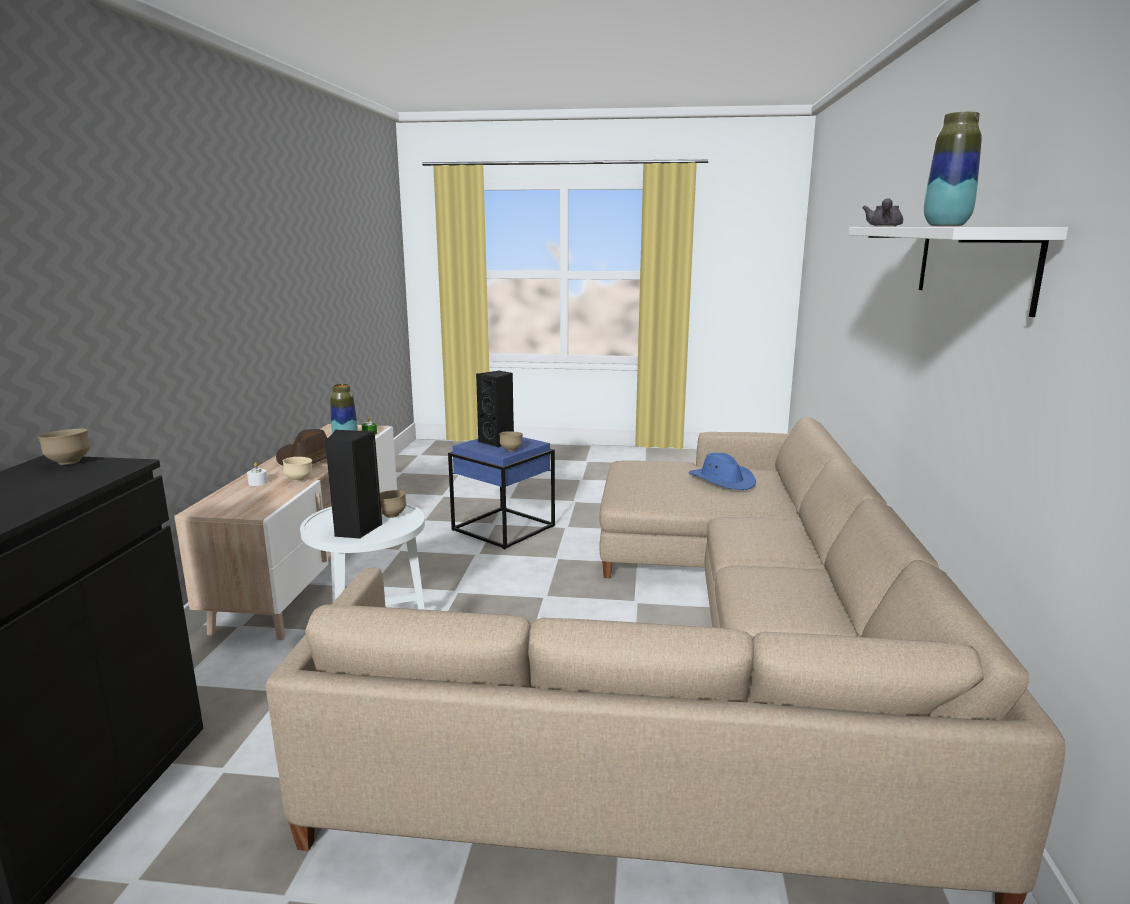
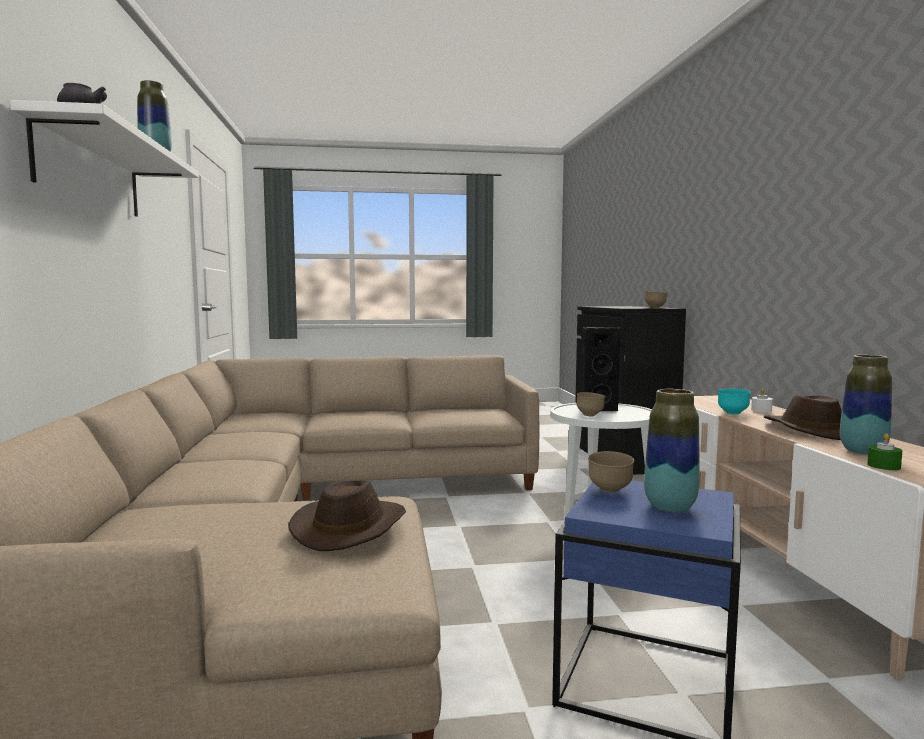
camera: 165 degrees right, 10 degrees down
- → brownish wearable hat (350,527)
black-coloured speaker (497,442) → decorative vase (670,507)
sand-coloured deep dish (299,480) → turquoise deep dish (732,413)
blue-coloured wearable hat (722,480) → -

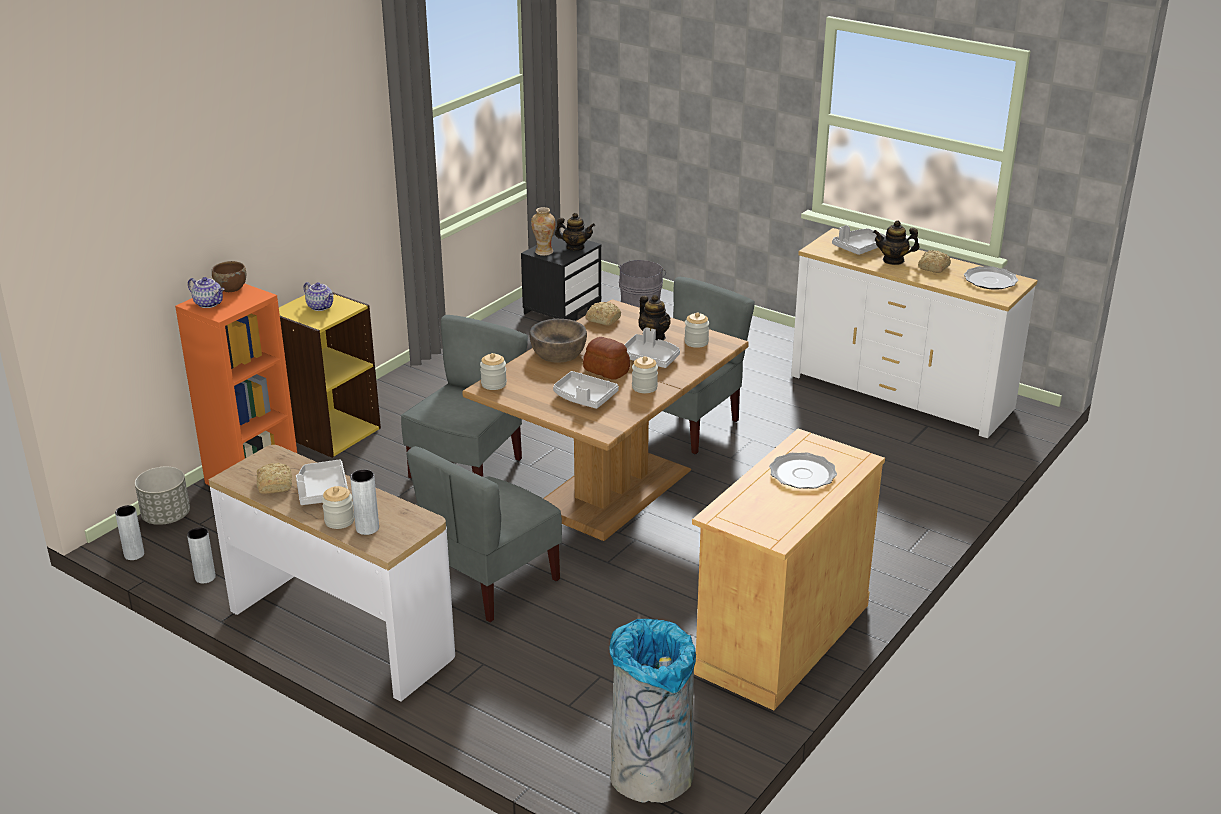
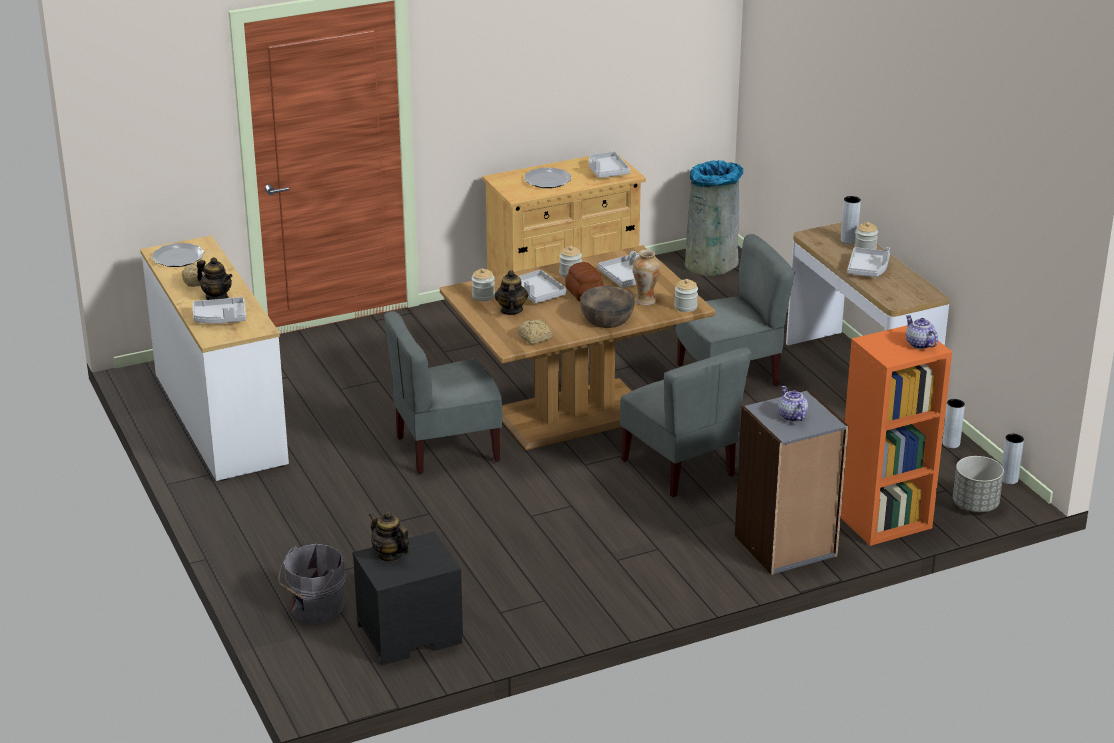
camera: 150 degrees left, 0 degrees up
- → grey serving tray (606,171)
grey chair (468,469) → grey chair (680,468), 90 degrees counterclockwise
decorative vase (544,252) → decorative vase (645,300), shifted
yellow shelving unit (332,432) → grey shelving unit (786,546)
brownish deep dish (231,288) → -
baked bread (275,484) → -

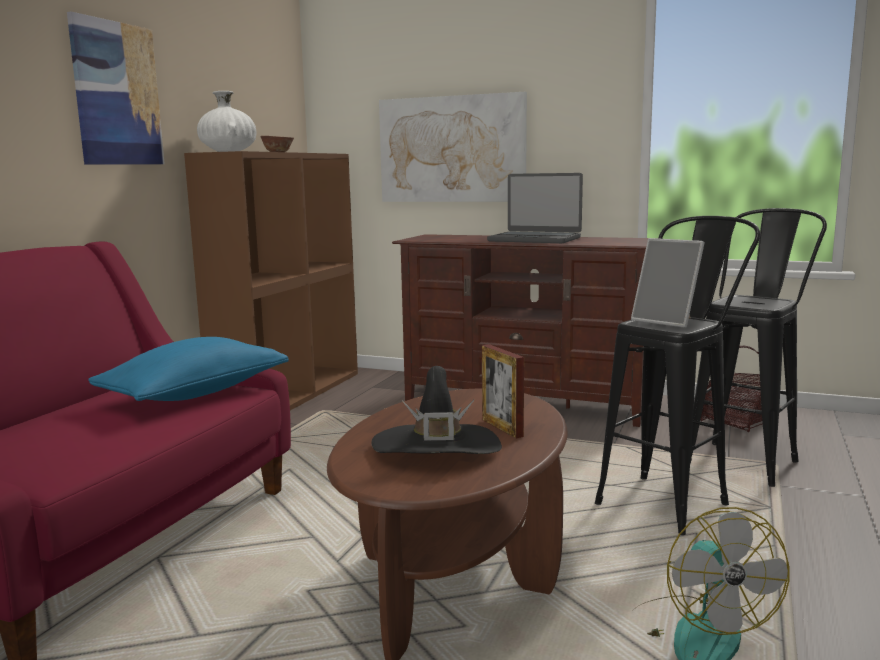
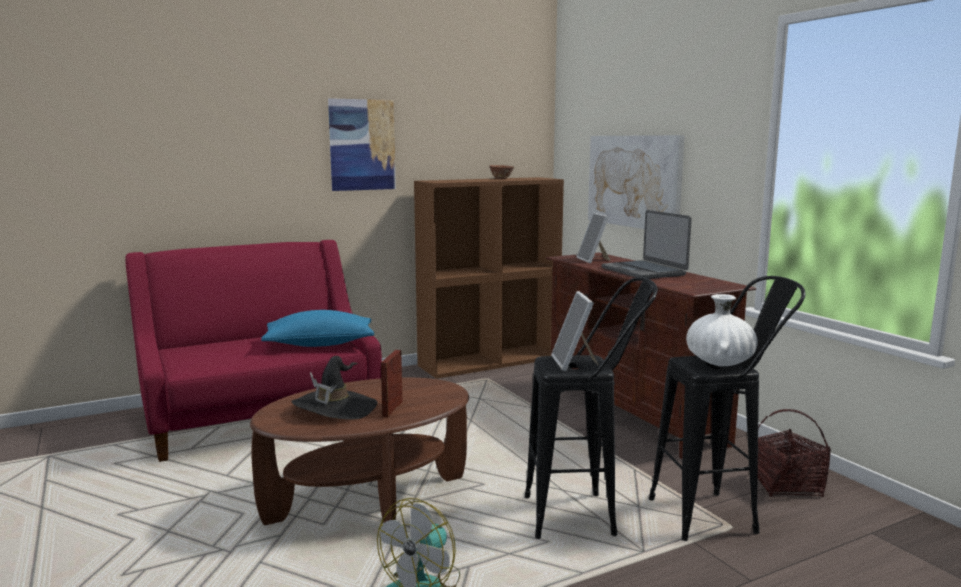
camera: 40 degrees right, 0 degrees up
- → standing frame (593,260)
whitish decorative vase (228,152) → whitish decorative vase (719,363), shifted

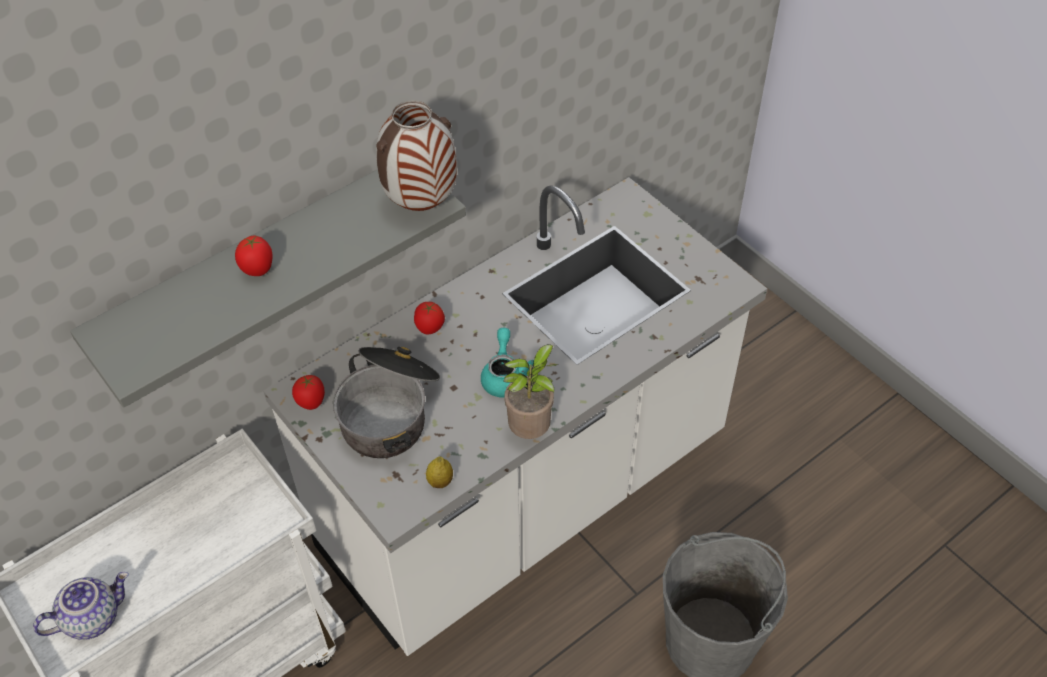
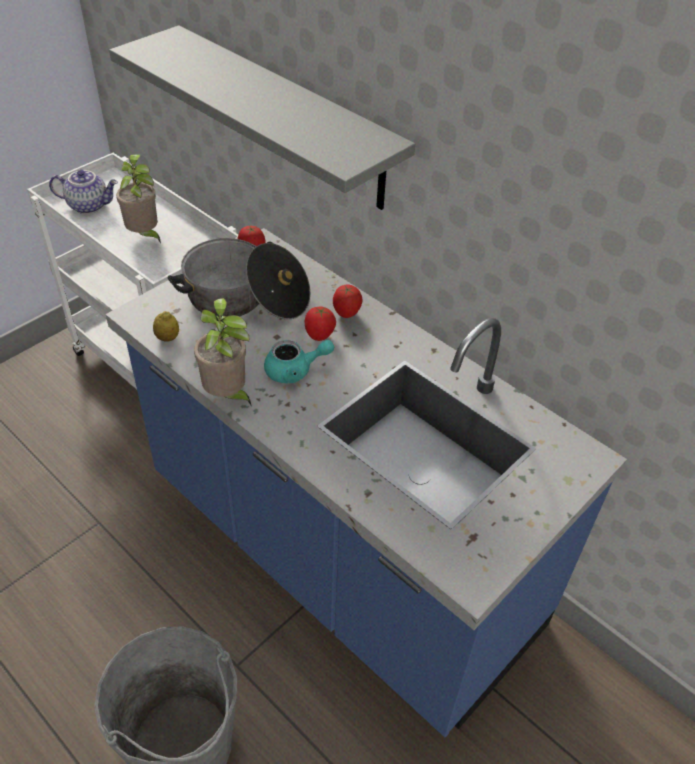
camera: 80 degrees right, 5 degrees down
tea pot (92,617) → tea pot (89,205), 45 degrees counterclockwise
whitish kitchen counter (525,496) → blue-coloured kitchen counter (339,554)
- → houseplant (144,236)
tomato (258,270) → tomato (319,336), shifted
decorative vase (421,204) → -

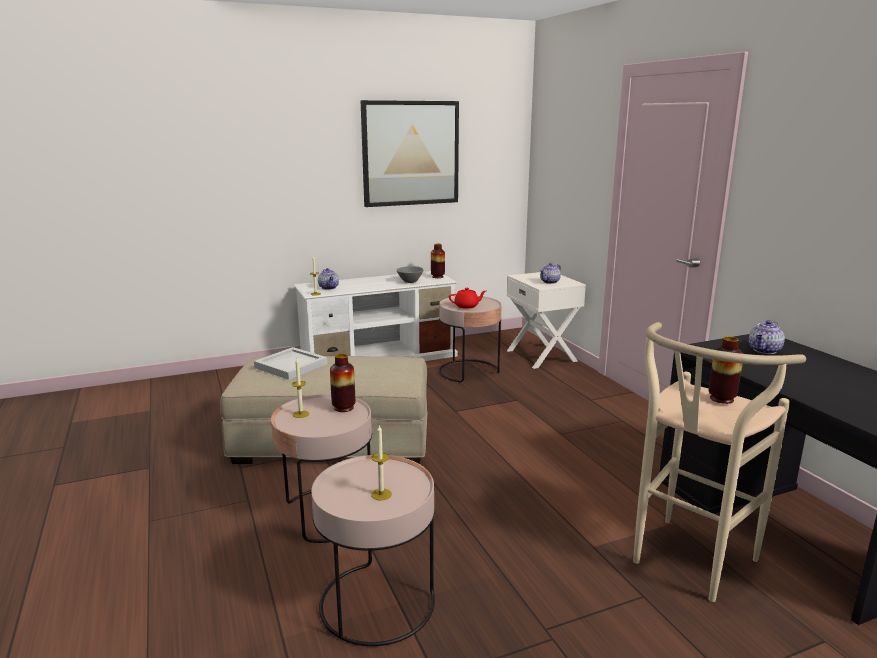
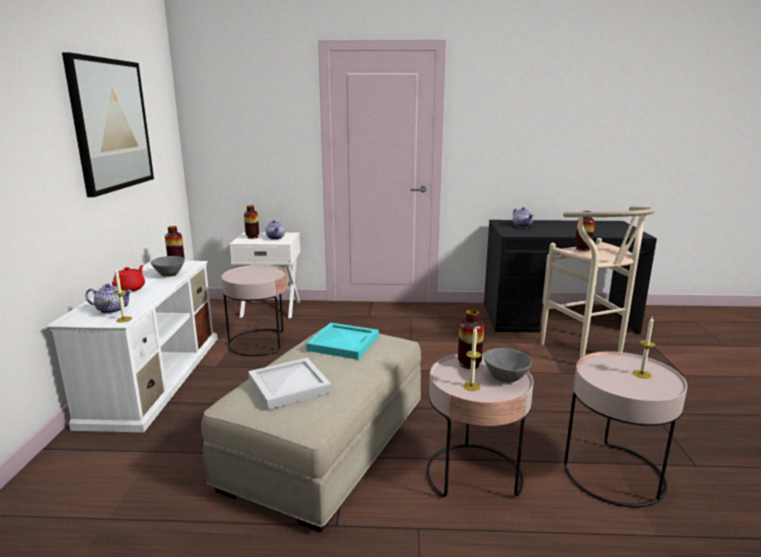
camera: 65 degrees left, 0 degrees up
red-coloured tea pot (467,306) → red-coloured tea pot (130,289), shifted
- → decorative vase (252,237)
- → turquoise serving tray (342,343)
- → grey deep dish (505,378)

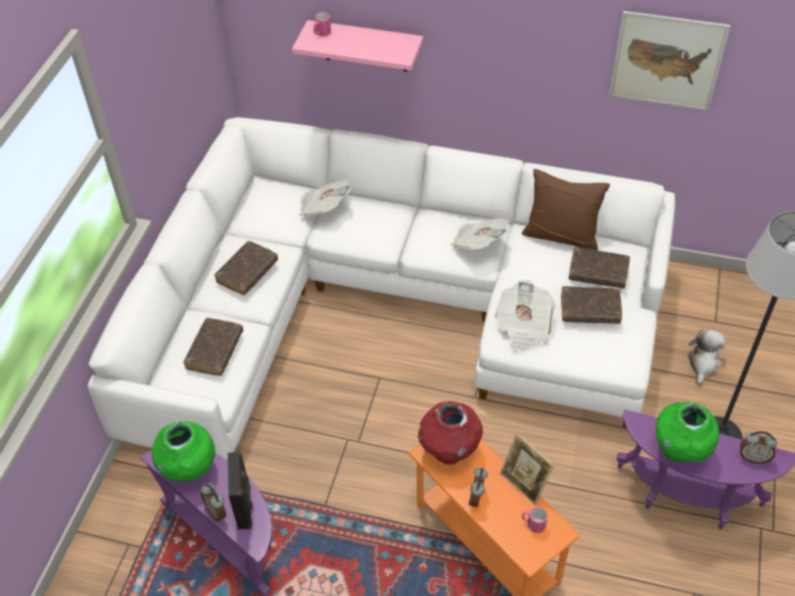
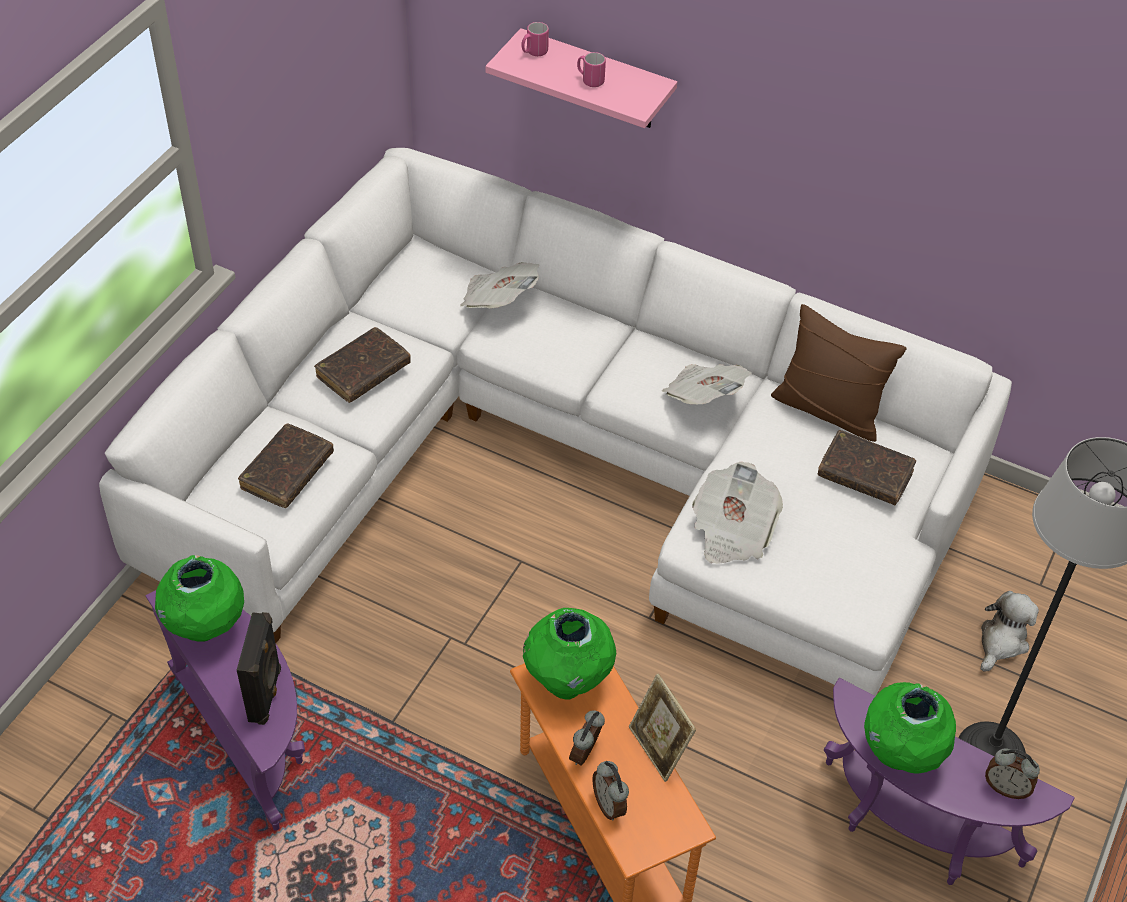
camera: 10 degrees right, 0 degrees up
red-coloured decorative vase (449,451) → green-coloured decorative vase (567,680)
pink mug (533,524) → pink mug (590,80), shifted
bedside clock (217,512) → bedside clock (610,805), shifted
brownish book (590,310) → -
picture (667,61) → -

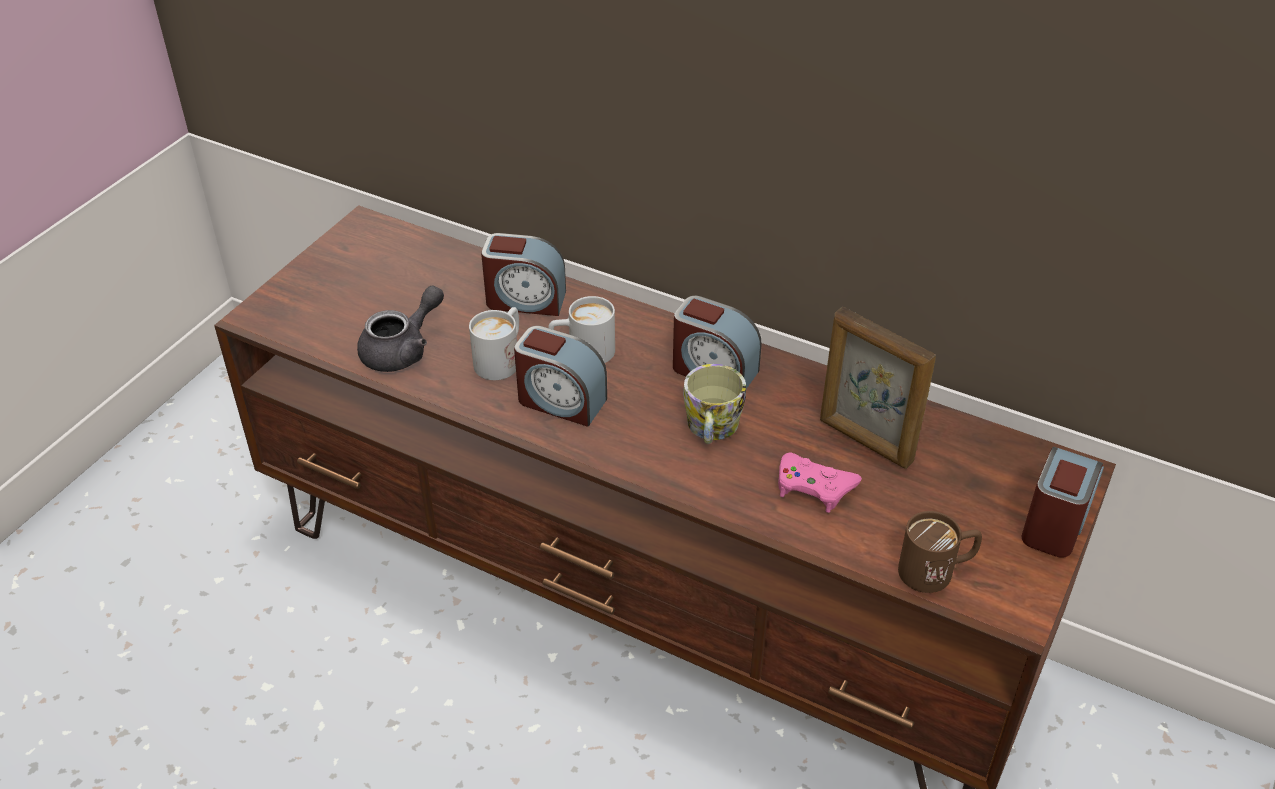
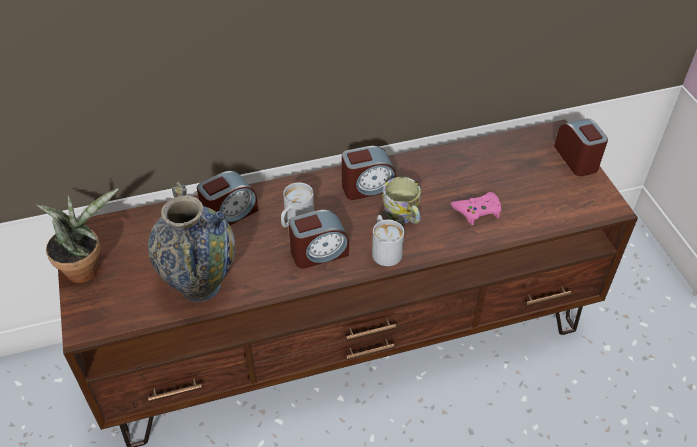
camera: 45 degrees left, 5 degrees up
- → houseplant (86,268)
grey tea pot (403,350) → decorative vase (200,285)
whitish mug (502,359) → whitish mug (384,249), shifted
standing frame (865,441) → -
brownish mug (936,570) → -

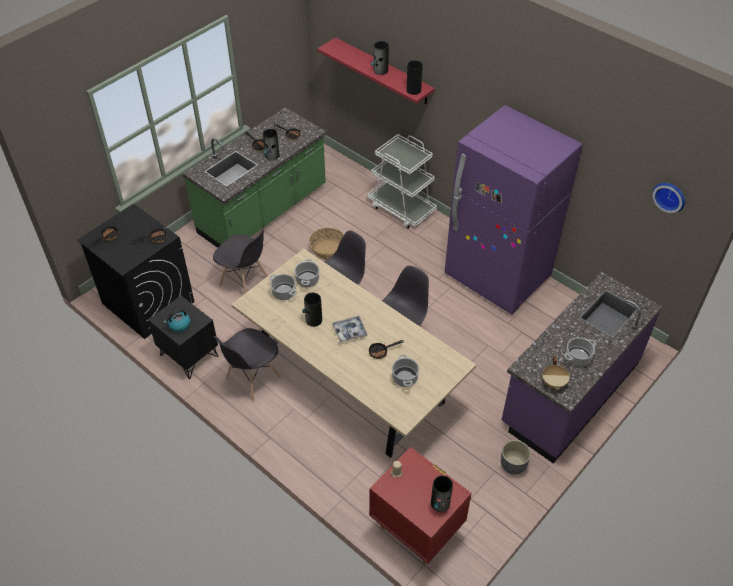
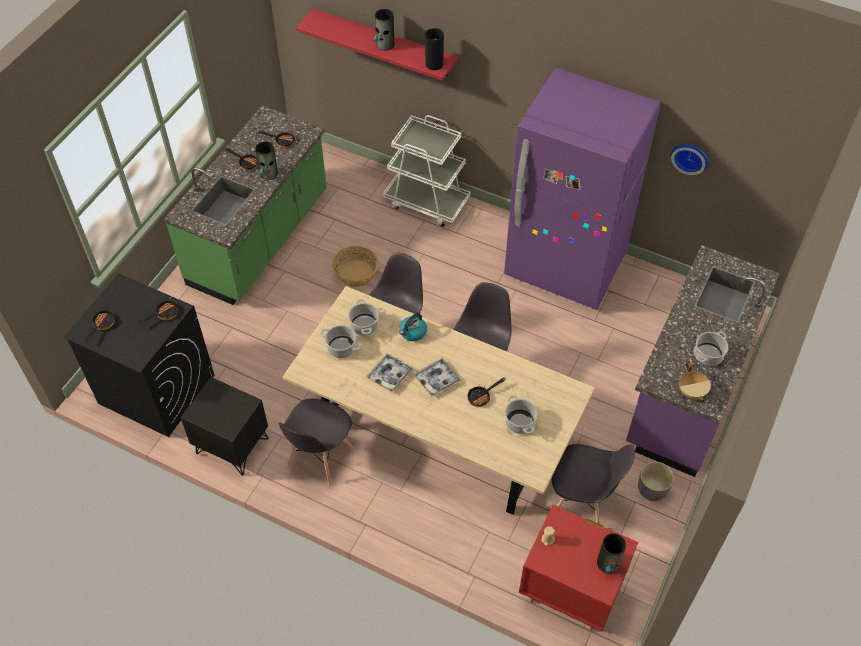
camera: 15 degrees left, 5 degrees up
decorative vase (313,320) → serving tray (389,375)
tea kettle (179,325) → tea kettle (412,332), shifted
grey chair (245,282) → grey chair (581,502), shifted
hanging clock (670,196) → hanging clock (690,157), shifted

